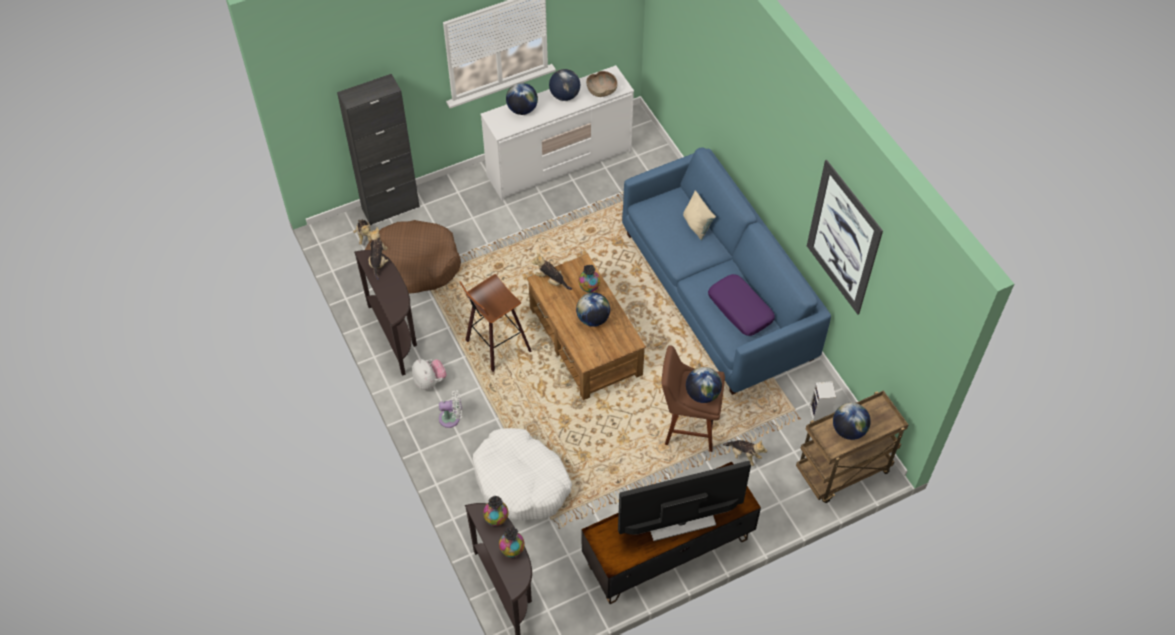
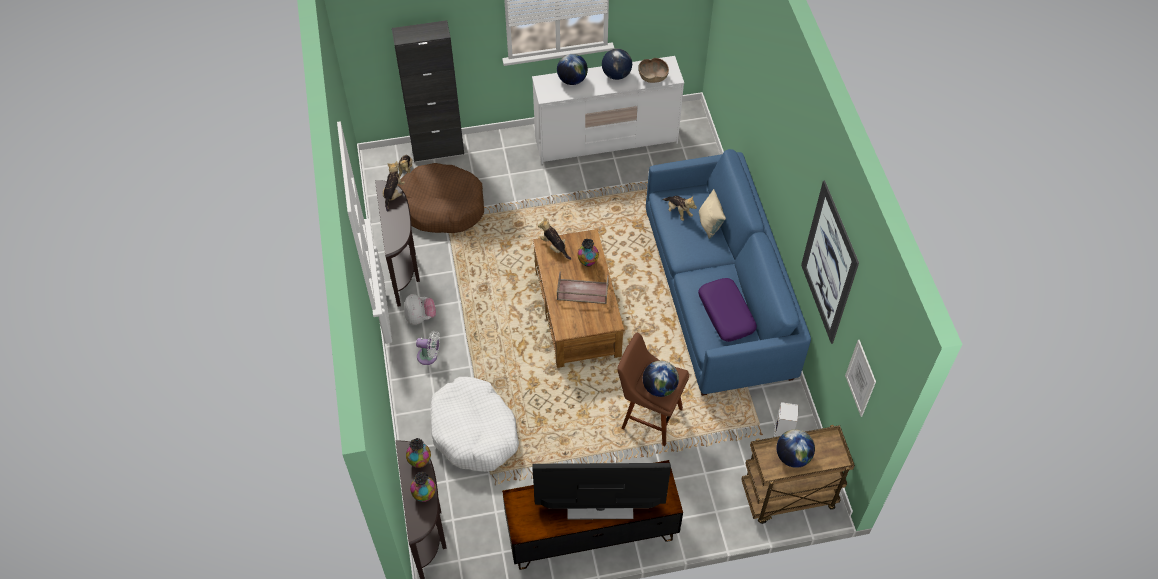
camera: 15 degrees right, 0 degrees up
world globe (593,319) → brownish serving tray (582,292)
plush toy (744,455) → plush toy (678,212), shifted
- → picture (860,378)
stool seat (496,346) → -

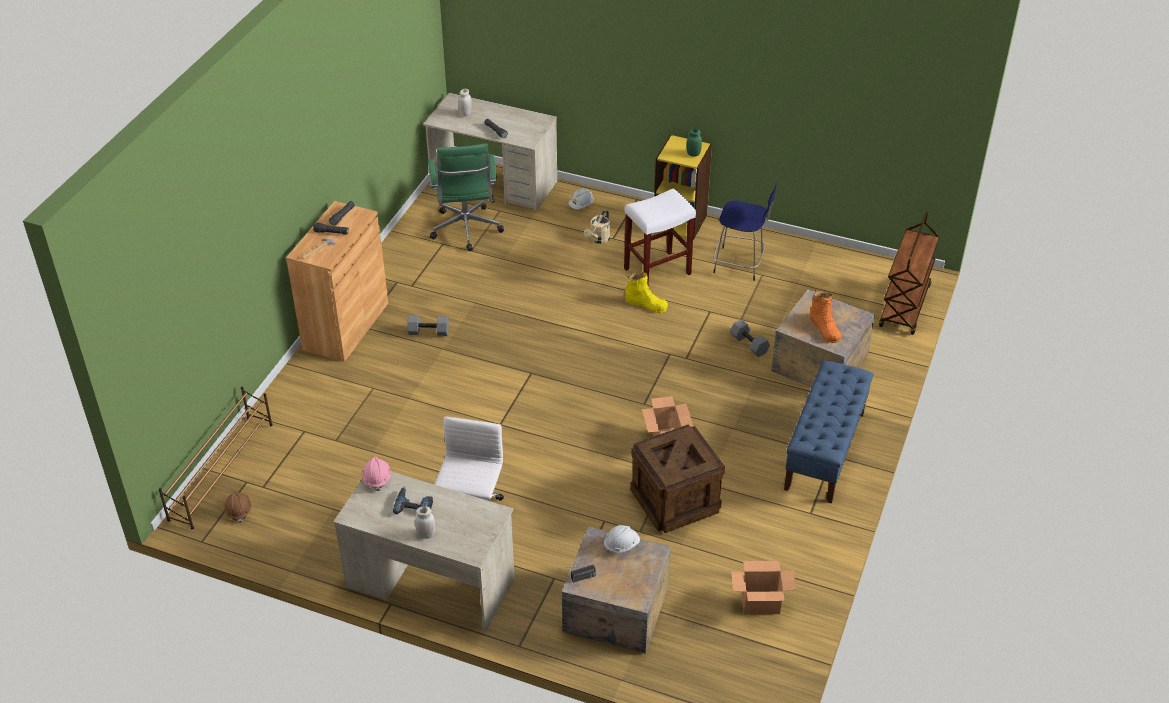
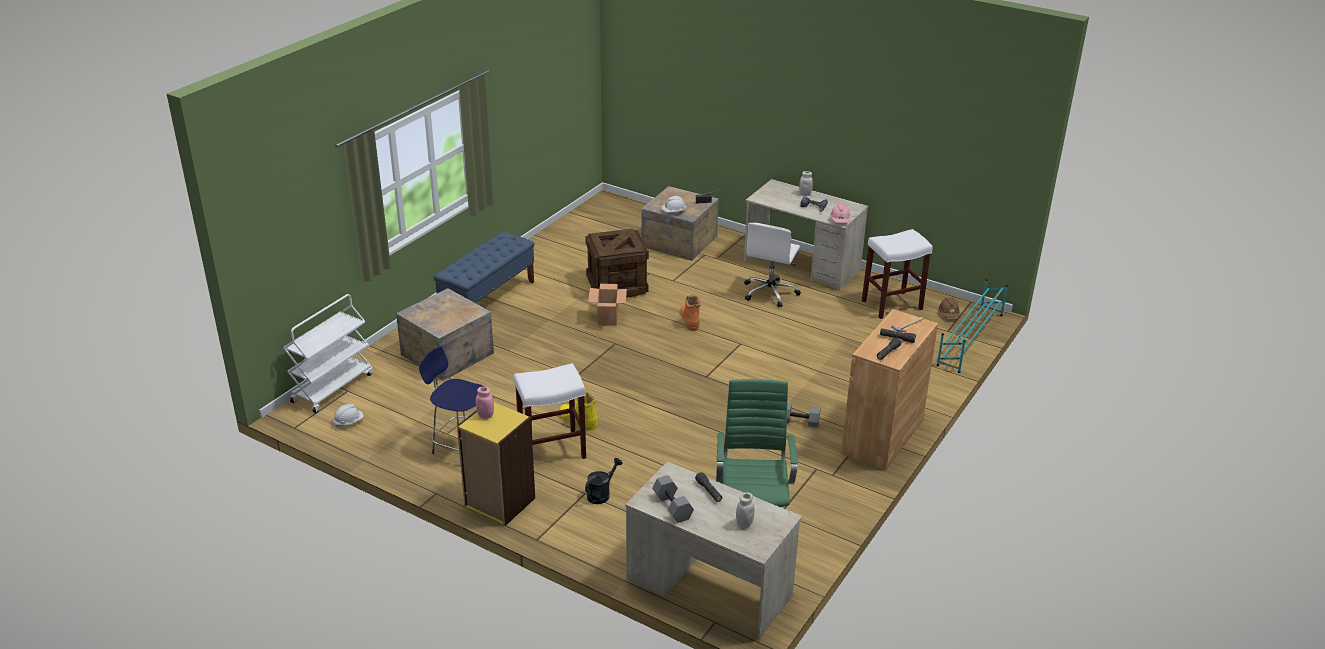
camera: 170 degrees left, 10 degrees down
brownish cart (905,307) → whitish cart (332,387)
whitish safety helmet (581,205) → whitish safety helmet (349,422), shifted
green-coloured preserve jar (693,154) → pink preserve jar (485,415)
sand-coloured sprinkling can (598,239) → black-coloured sprinkling can (601,494)
grey dumbbell (748,344) → grey dumbbell (673,507), shifted
orange boot (824,328) → orange boot (689,320), shifted
- → whitish stool seat (891,305)
brownish shoe stand (222,471) → turquoise shoe stand (969,340)
cardboard box (760,604) → -

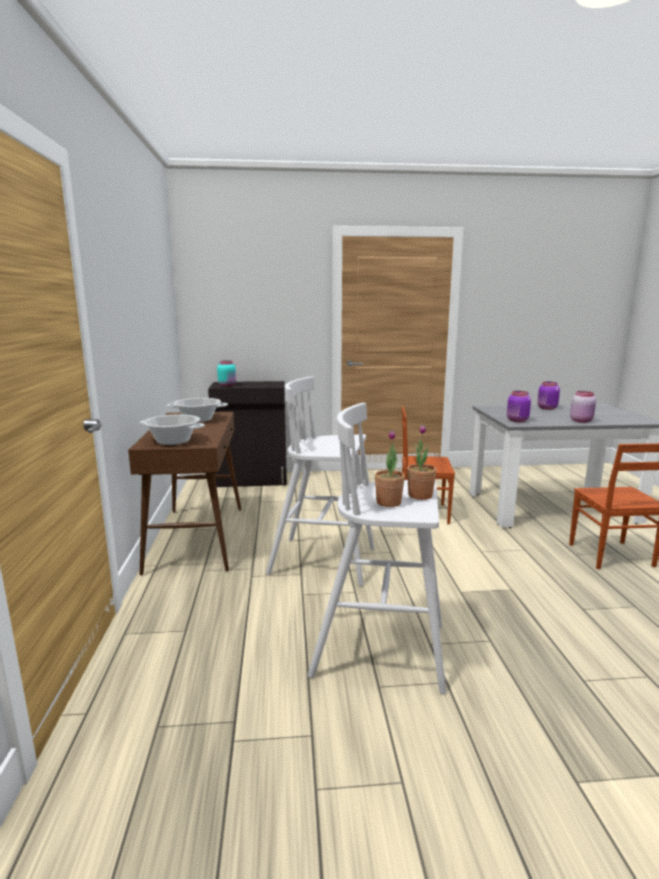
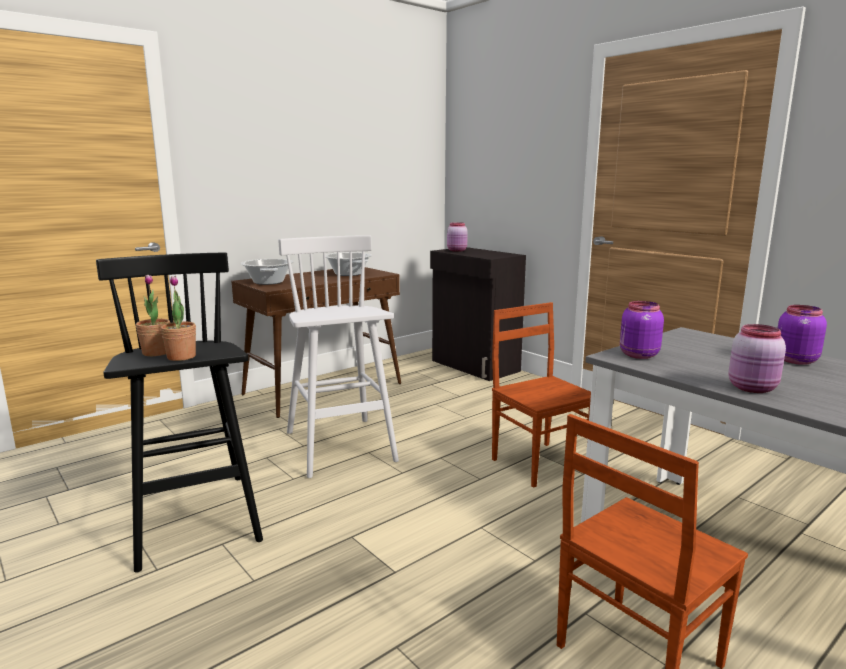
camera: 55 degrees right, 0 degrees up
whitish stool seat (382,650) → black-coloured stool seat (195,521)
turquoise preserve jar (227,385) → pink preserve jar (457,250)

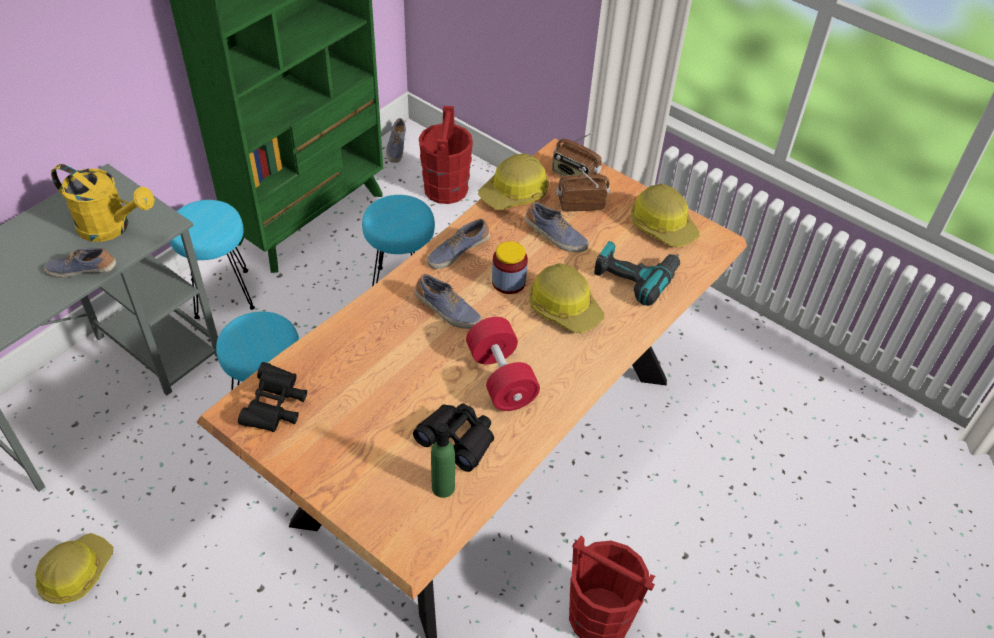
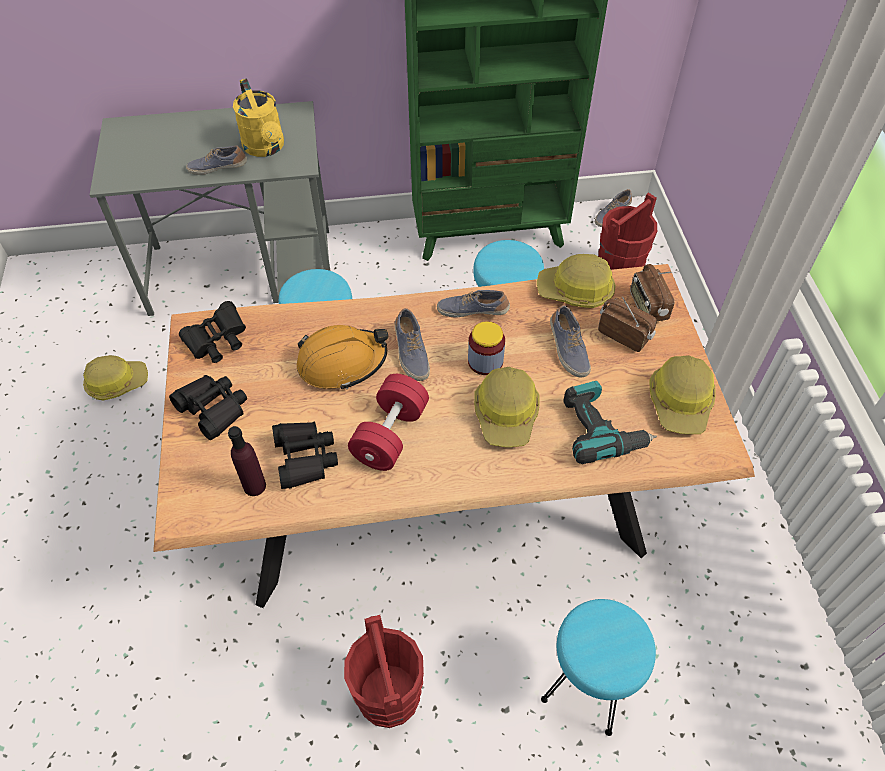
camera: 45 degrees right, 5 degrees up
- → black-coloured field glasses (213,409)
low shoe (83,270) → low shoe (218,168), 45 degrees counterclockwise
green-coloured bottle (443,487) → purplish bottle (254,486)
- → orange safety helmet (342,362)
turquoise stool seat (222,295) → turquoise stool seat (587,686), shifted

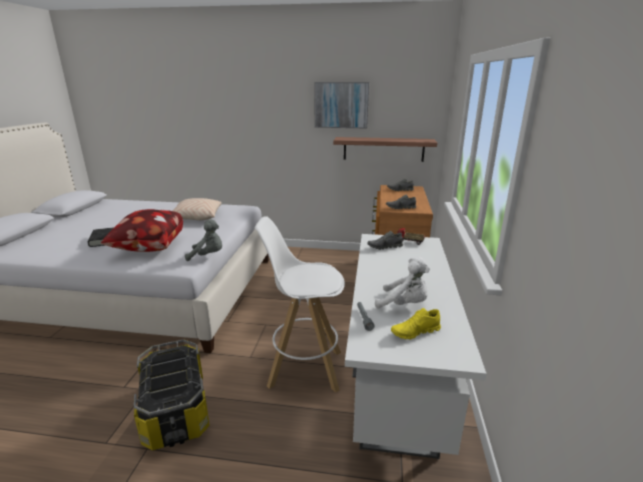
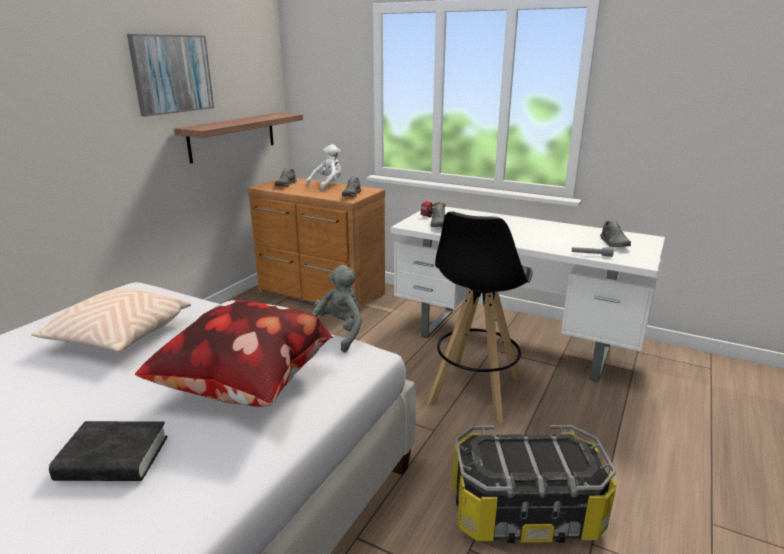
camera: 70 degrees left, 0 degrees up
whitish plush toy (404,304) → whitish plush toy (327,185), shifted
whitish stool seat (304,368) → black-coloured stool seat (474,391)
yellow low shoe (415,332) → grey low shoe (614,243)

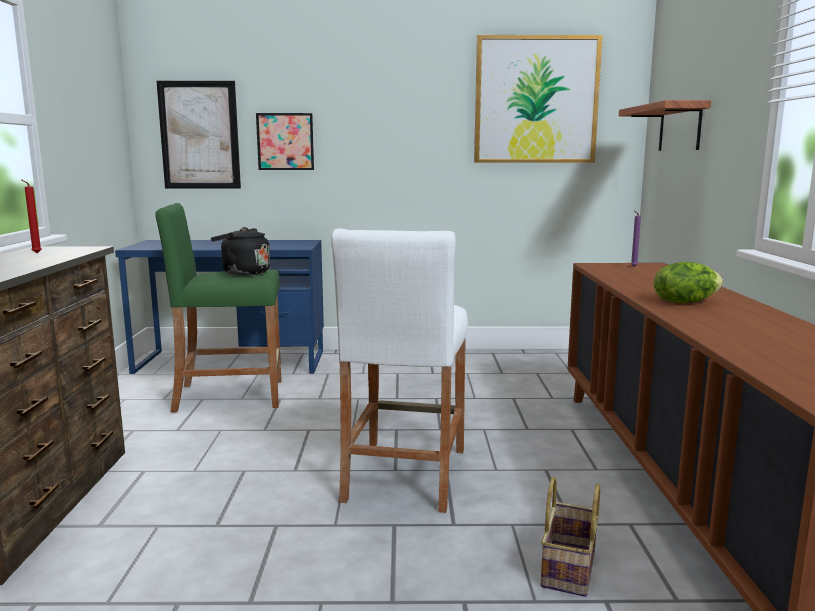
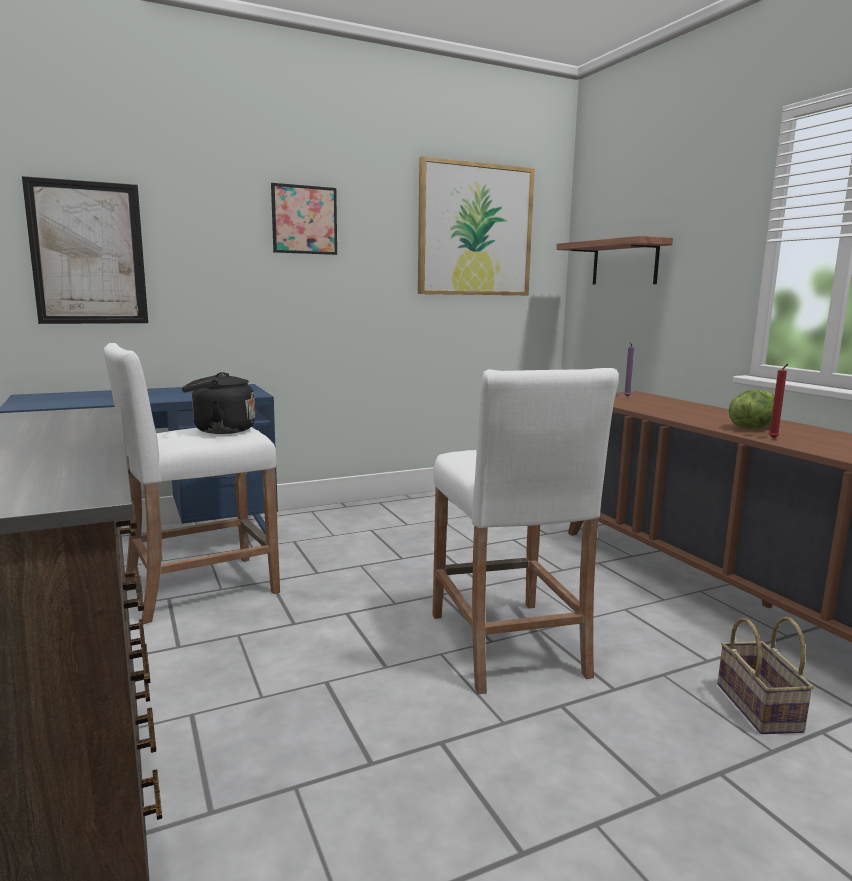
camera: 25 degrees left, 0 degrees up
green-coloured stool seat (229,395) → whitish stool seat (201,588)
picture (285,141) → picture (304,220), shifted
red-coloured wax light (35,253) → red-coloured wax light (774,438), shifted

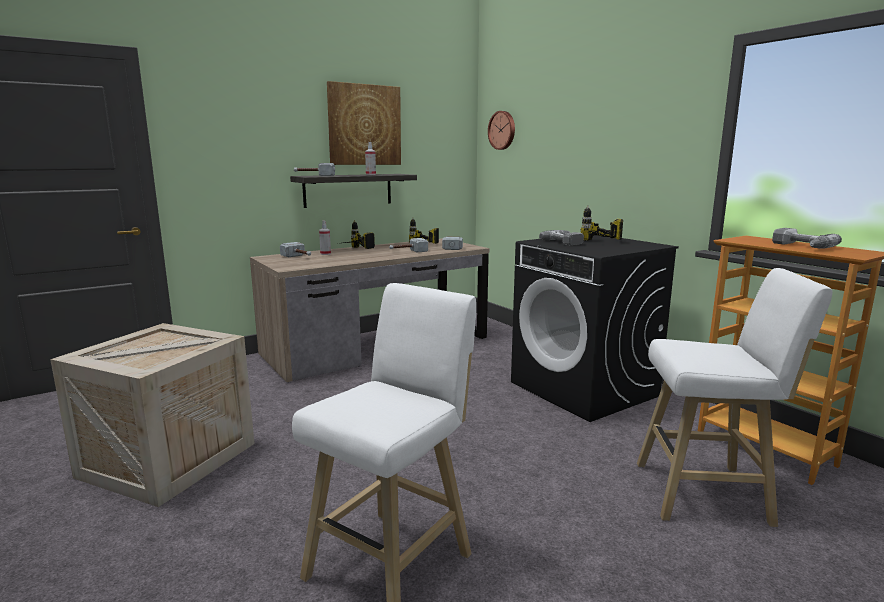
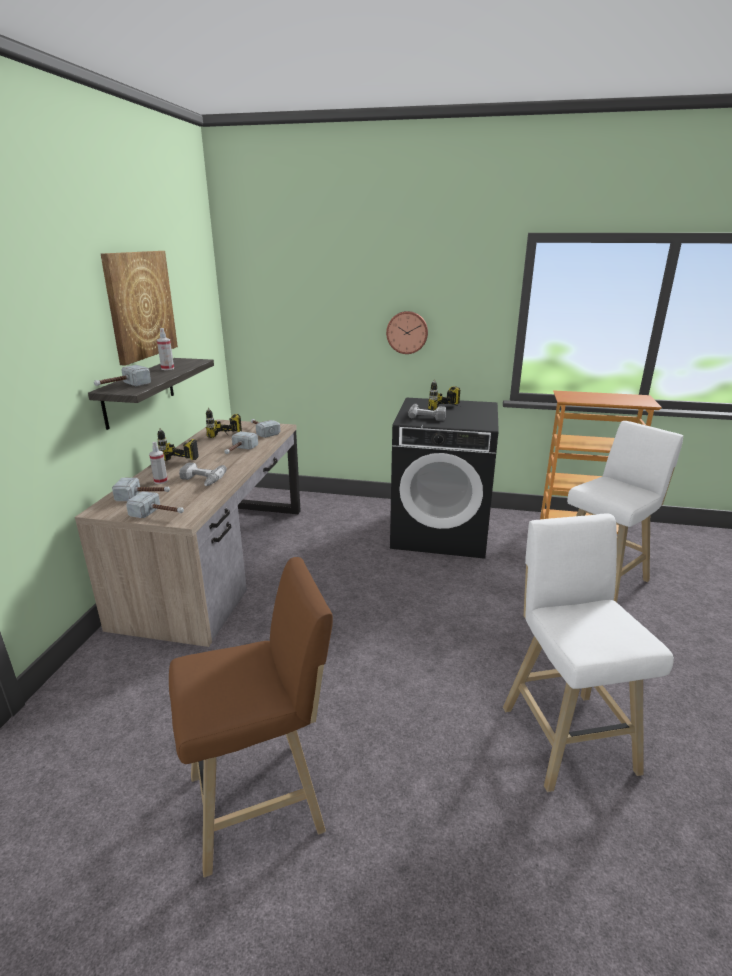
camera: 45 degrees left, 10 degrees up
- → hand hammer (159,514)
crate (168,461) → brownish stool seat (263,801)
electric drill (800,246) → electric drill (200,480), shifted
hanging clock (502,130) → hanging clock (407,332), shifted

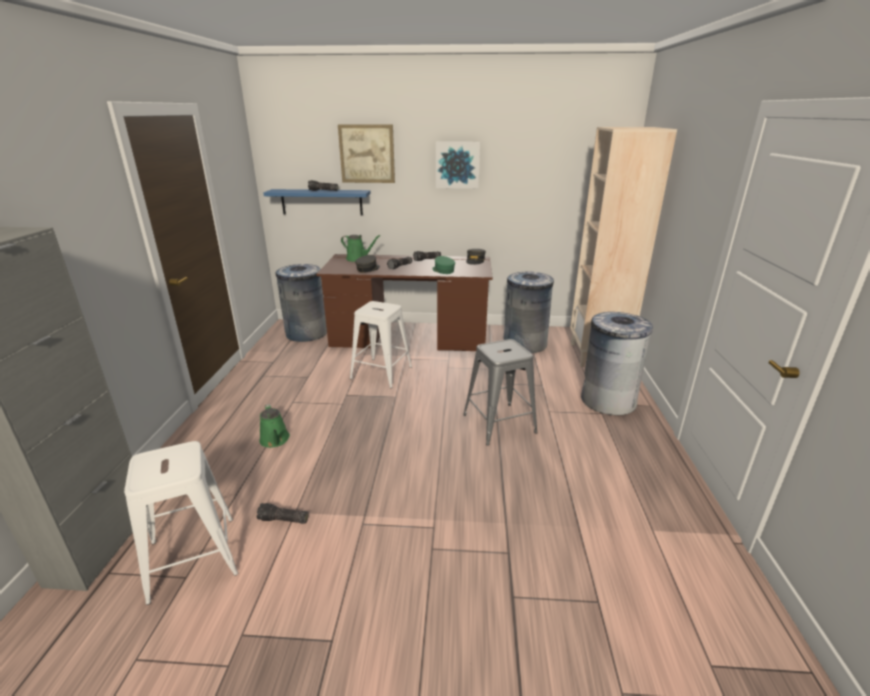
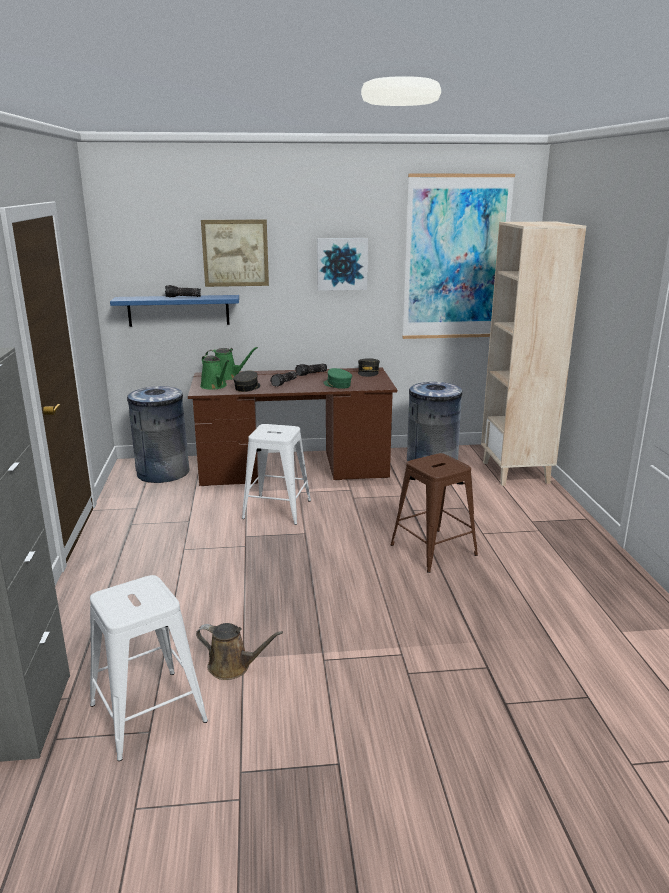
camera: 10 degrees left, 5 degrees down
flashlight (283,520) → brownish sprinkling can (233,667)
green-coloured sprinkling can (275,440) → green-coloured sprinkling can (215,386), shifted
grey stool seat (499,424) → brownish stool seat (433,550)
- → picture (456,258)
grey waste bin (608,400) → -

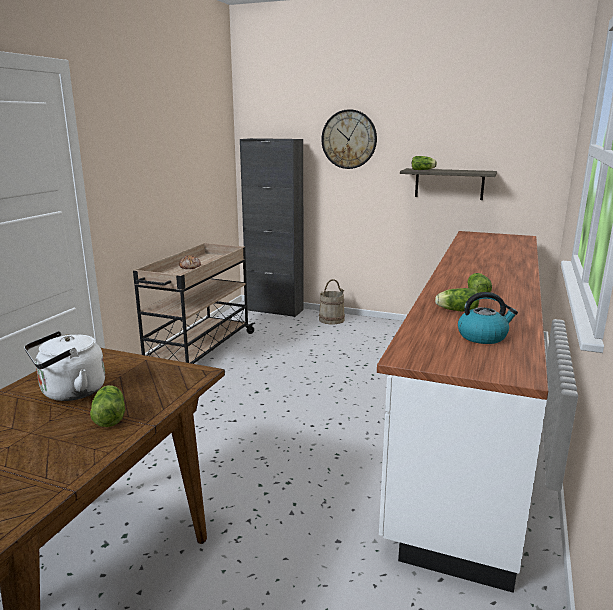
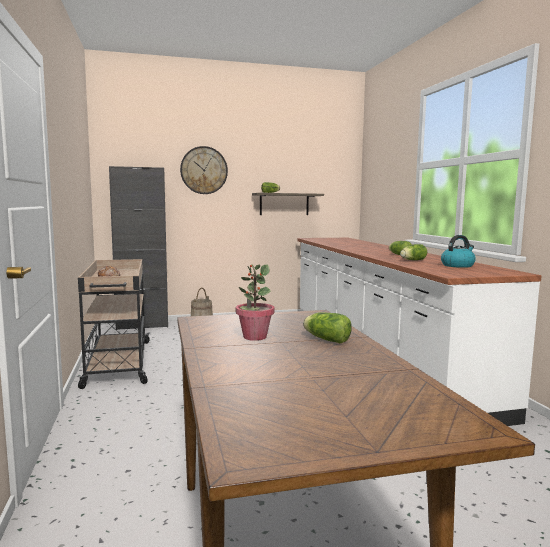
camera: 35 degrees left, 10 degrees down
whitish tea kettle (69,392) → houseplant (254,337)

